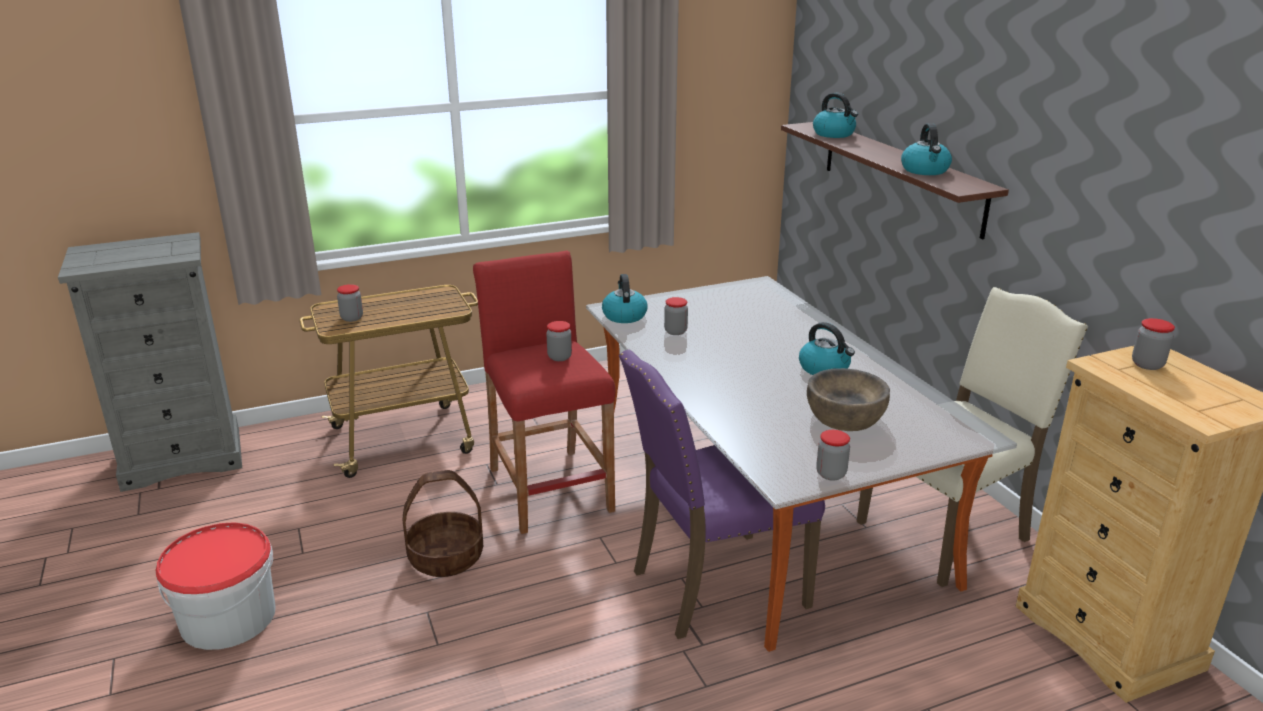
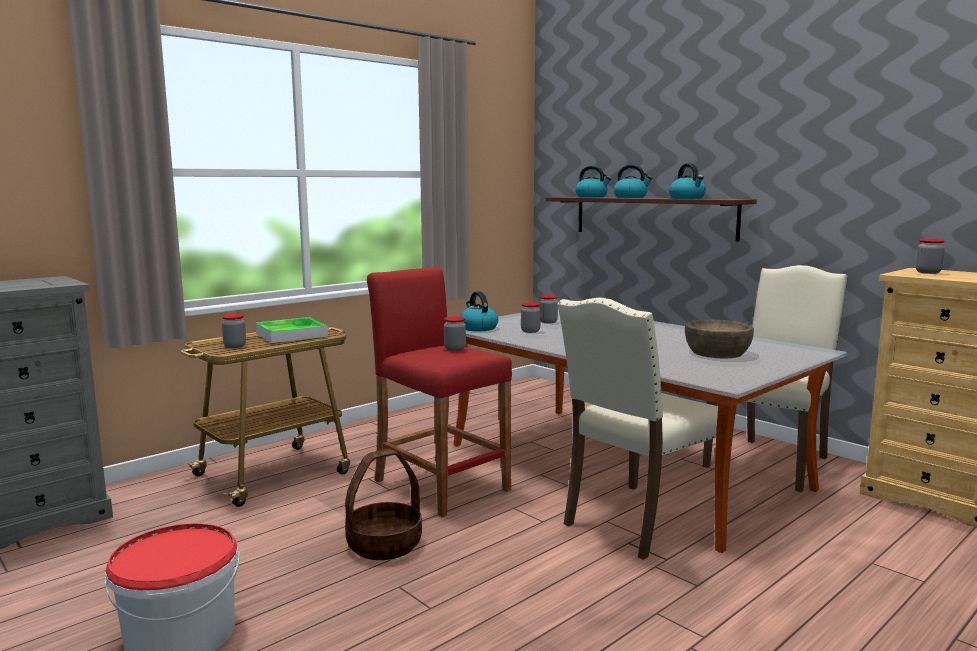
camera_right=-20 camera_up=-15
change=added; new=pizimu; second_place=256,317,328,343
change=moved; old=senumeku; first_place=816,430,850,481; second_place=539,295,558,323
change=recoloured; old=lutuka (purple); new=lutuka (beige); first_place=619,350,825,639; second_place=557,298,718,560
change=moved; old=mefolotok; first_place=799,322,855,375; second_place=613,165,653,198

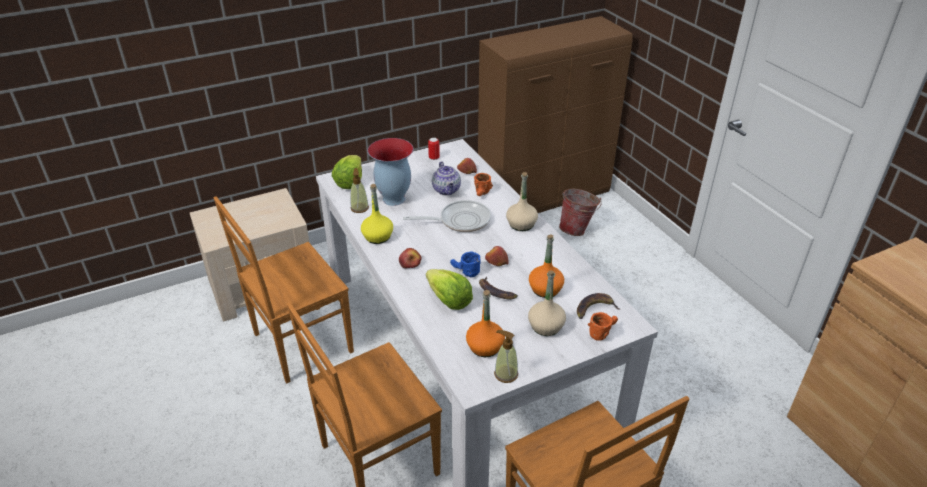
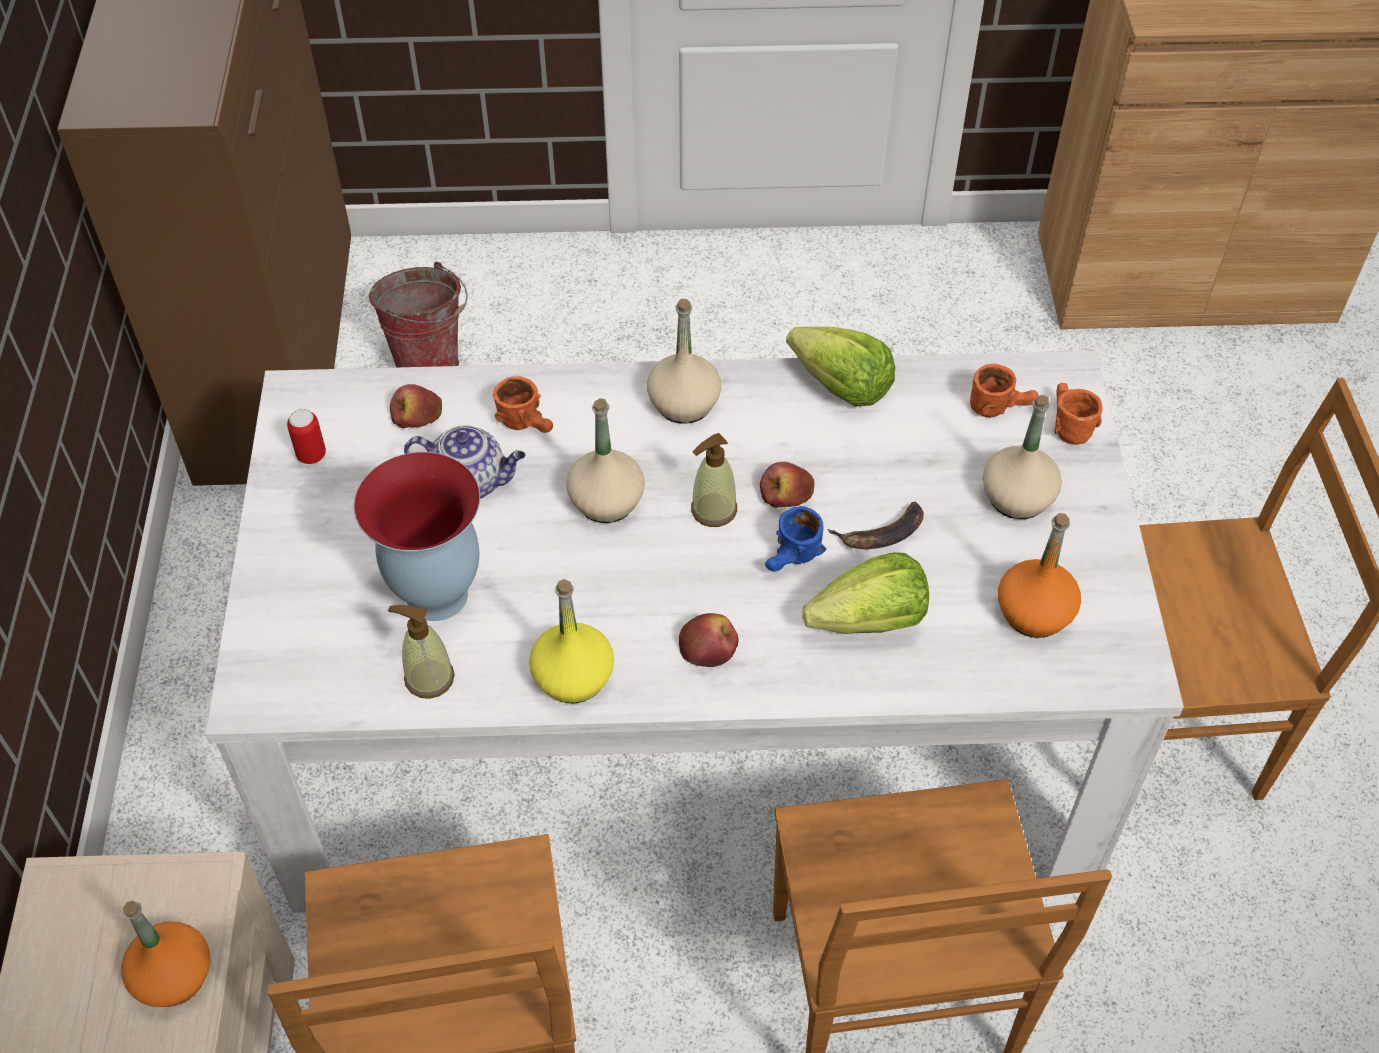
camera_right=-65 camera_up=15
change=moved; old=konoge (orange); first_place=529,234,564,298; second_place=121,900,210,1007
change=replaced; old=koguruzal; new=konoge (beige); first_place=403,200,491,232; second_place=566,398,645,523
change=moved; old=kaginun; first_place=494,330,518,383; second_place=691,433,737,527
change=moved; old=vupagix; first_place=332,155,362,189; second_place=786,327,895,407
change=replaced; old=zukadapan; new=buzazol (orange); first_place=577,293,619,319; second_place=970,364,1038,417

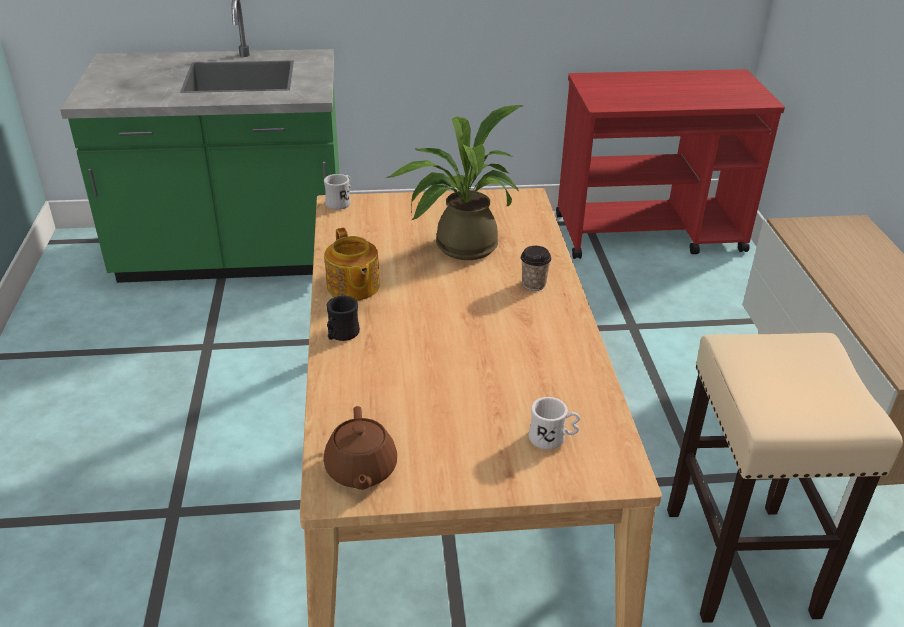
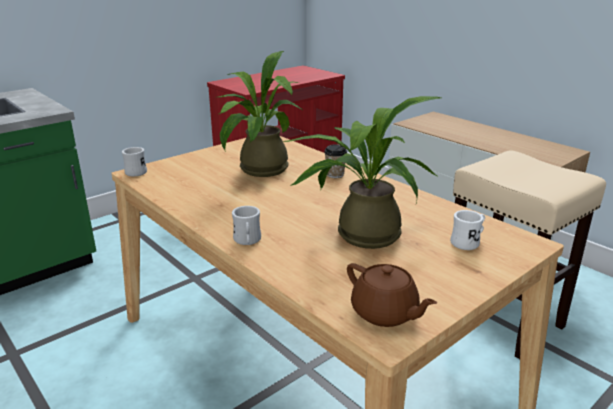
camera_right=-35 camera_up=-10
change=recoloured; old=buzazol (black); new=buzazol (white); first_place=326,296,360,341; second_place=232,206,261,245
change=added; new=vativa; second_place=283,96,441,249
change=removed; old=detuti; first_place=324,228,380,301

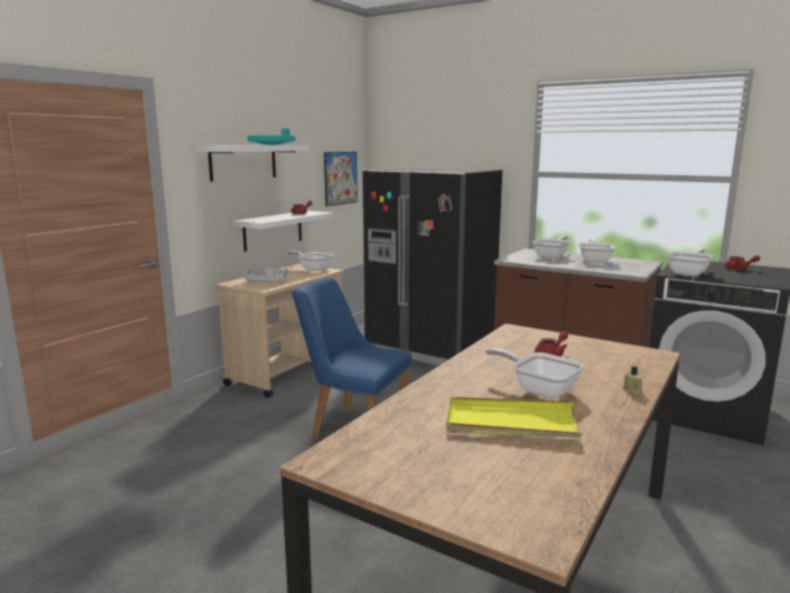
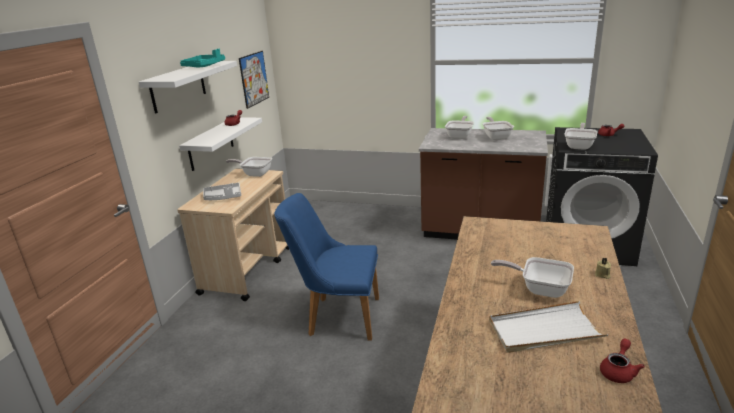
camera_right=-15 camera_up=10
change=recoloured; old=pizimu (yellow); new=pizimu (white); first_place=446,397,582,438; second_place=489,301,609,353
change=moved; old=detuti (red); first_place=535,331,568,356; second_place=600,338,645,383
change=removed; old=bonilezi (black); first_place=362,168,503,365

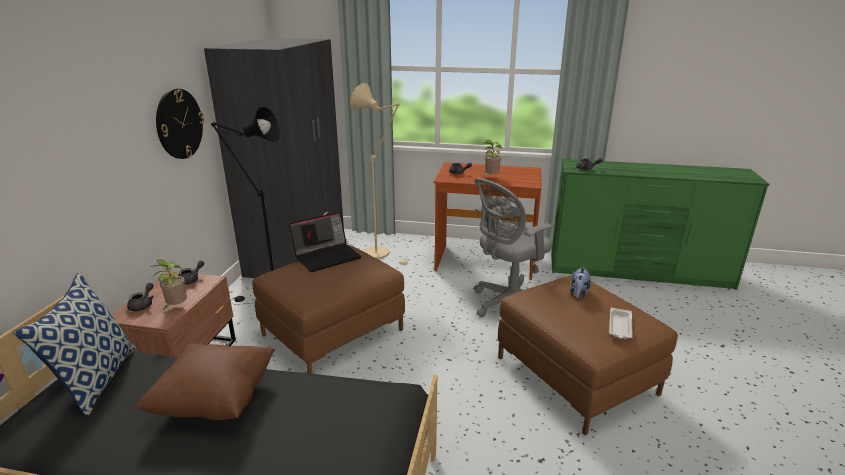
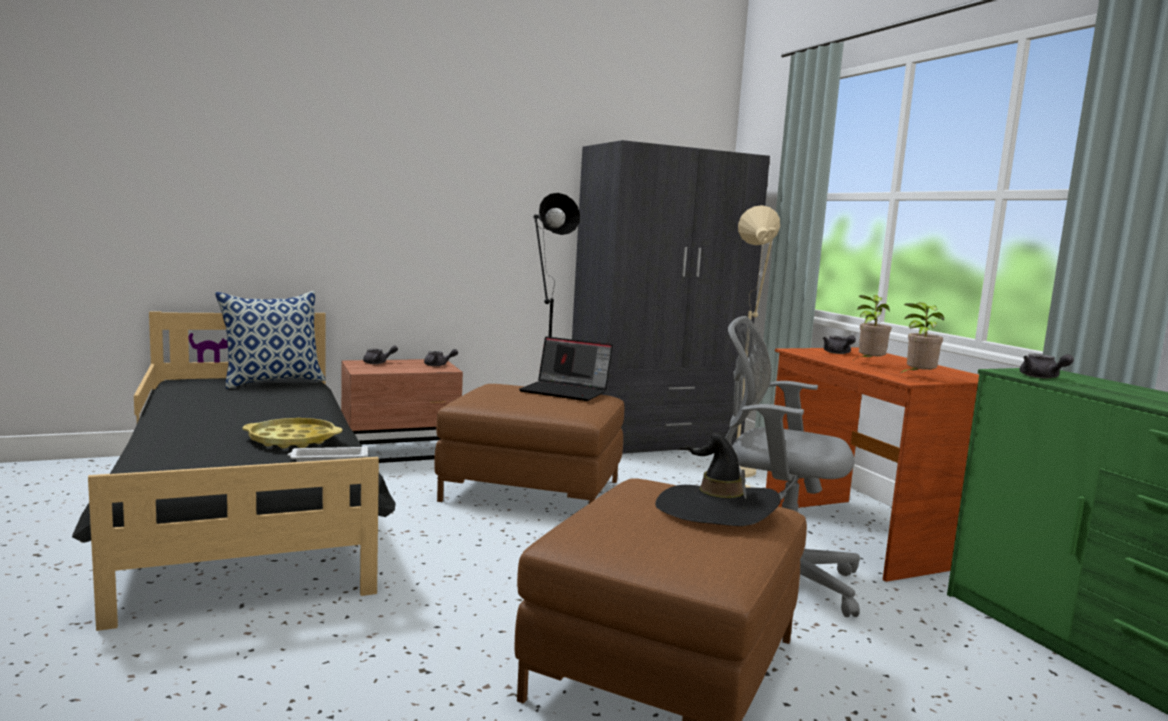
camera_right=55 camera_up=-15
change=added; new=pizimu (yellow); second_place=242,418,342,449
change=moved; old=pizimu (white); first_place=609,308,633,339; second_place=287,446,368,462
change=replaced; old=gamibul; new=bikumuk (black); first_place=571,267,591,298; second_place=655,433,781,526
change=moved; old=vativa; first_place=150,259,187,311; second_place=898,302,944,375
change=removed; old=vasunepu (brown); first_place=135,344,275,420
change=removed; old=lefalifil; first_place=156,89,204,159

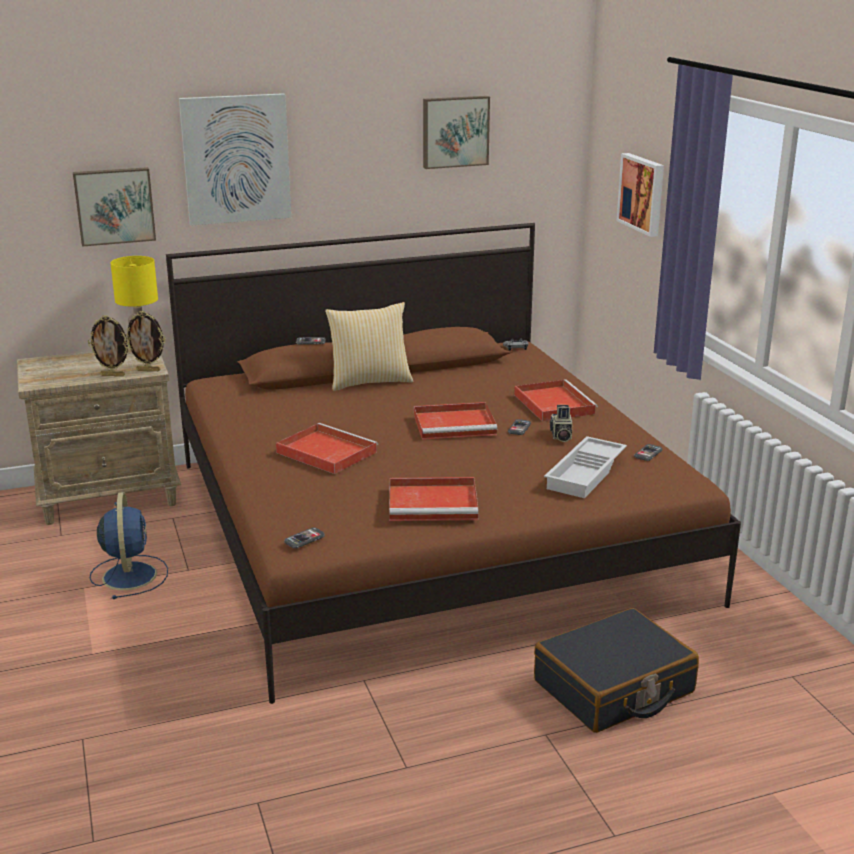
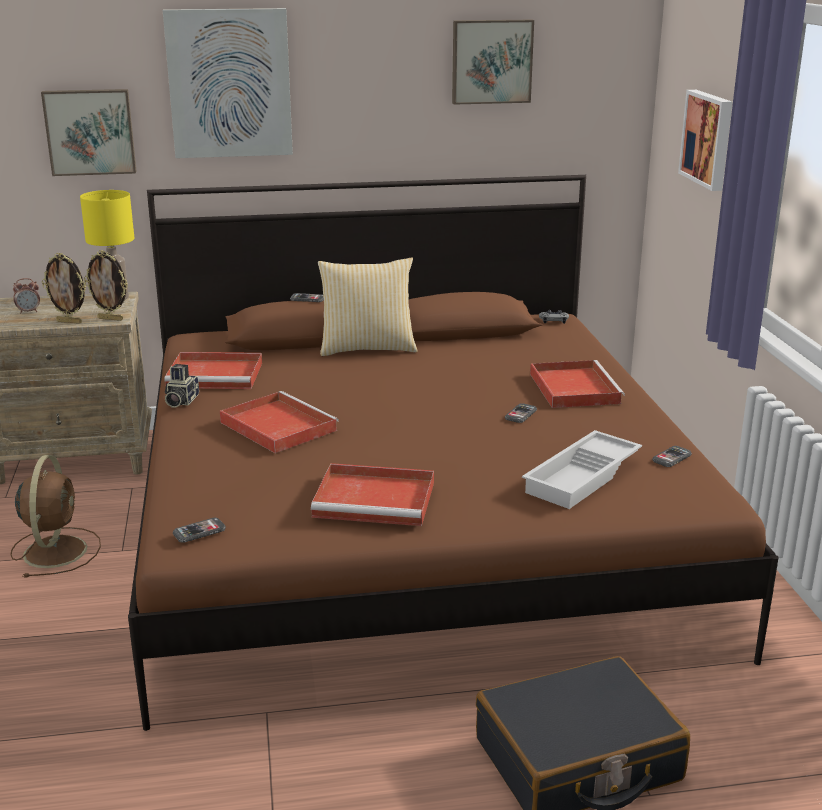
camera_right=10 camera_up=0
change=recoloured; old=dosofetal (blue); new=dosofetal (brown); first_place=90,492,168,599; second_place=10,455,101,578
change=added; new=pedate; second_place=12,278,40,314
change=moved; old=pizimu (red); first_place=414,402,497,440; second_place=164,352,262,389
change=moved; old=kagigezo; first_place=550,405,573,442; second_place=165,364,199,408

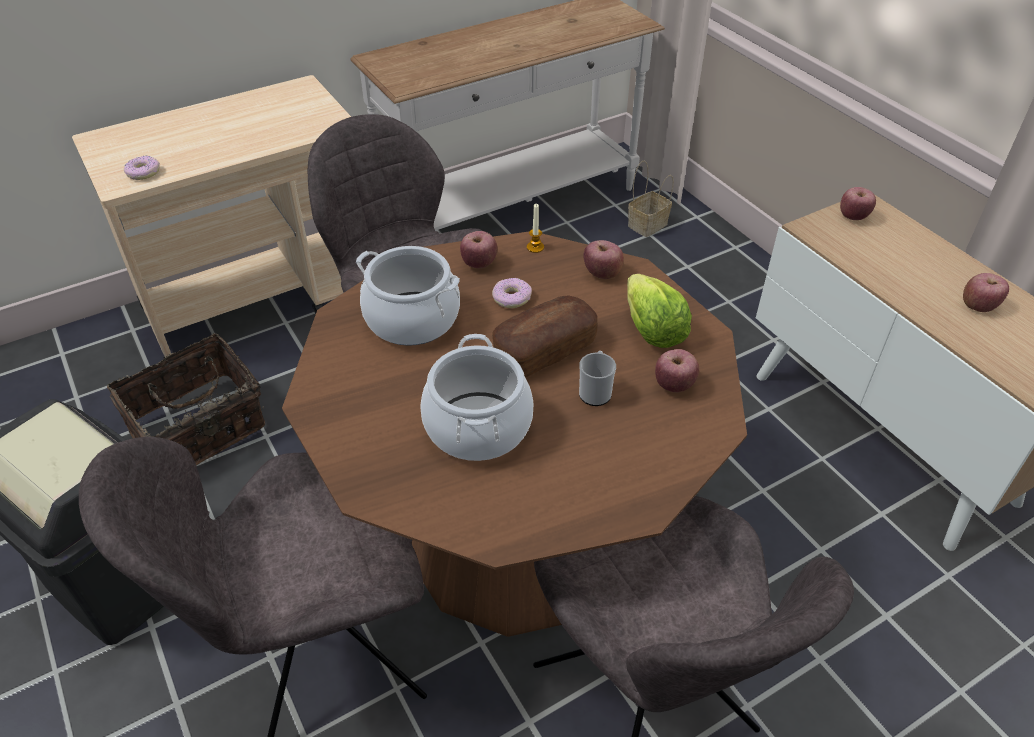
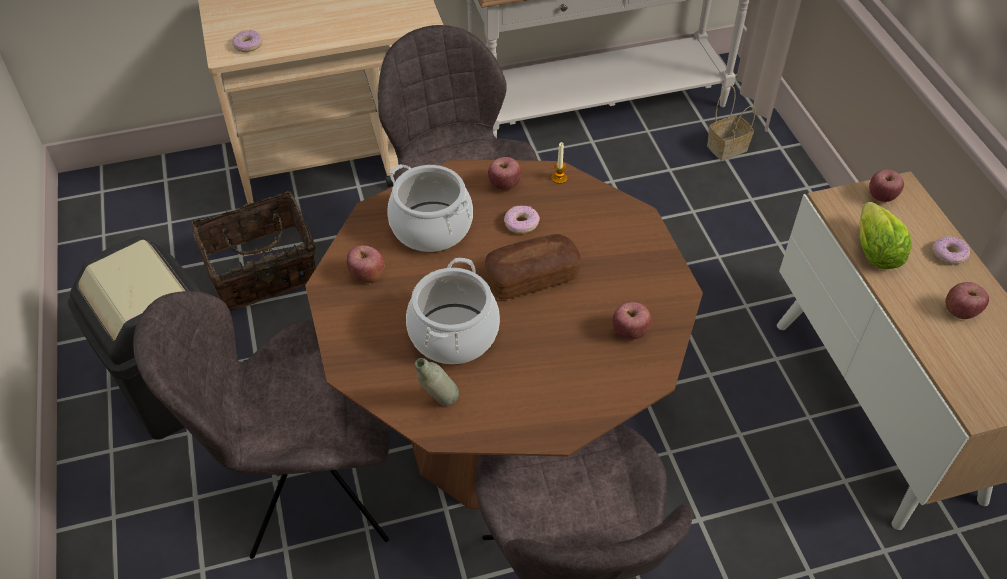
camera_right=15 camera_up=5
change=moved; old=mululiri; first_place=584,240,624,279; second_place=347,245,385,283
change=added; new=konoge (grey); second_place=415,358,459,406
change=moved; old=vupagix; first_place=627,274,692,348; second_place=860,202,912,269
change=added; new=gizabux; second_place=933,236,970,265
change=removed; old=buzazol; first_place=579,351,616,406

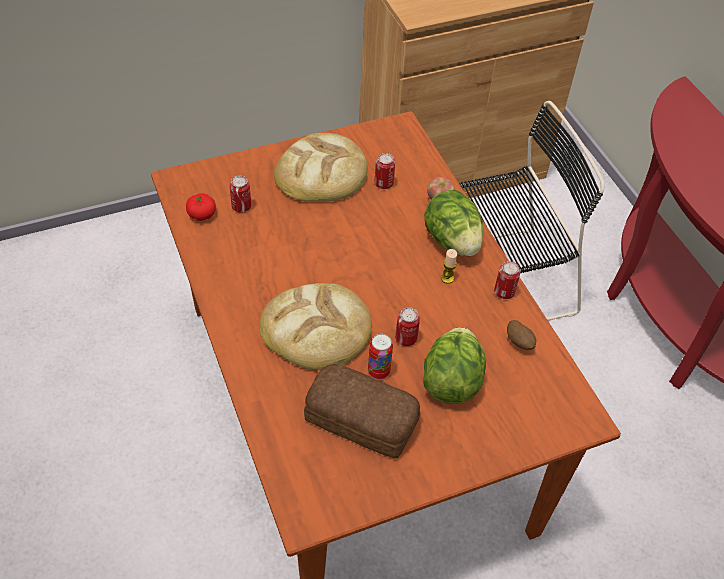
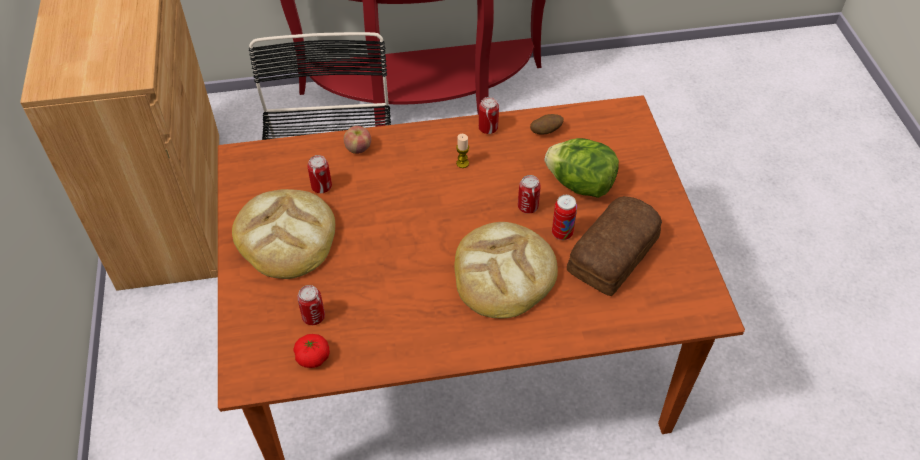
camera_right=-75 camera_up=0
change=removed; old=vupagix; first_place=424,190,483,256

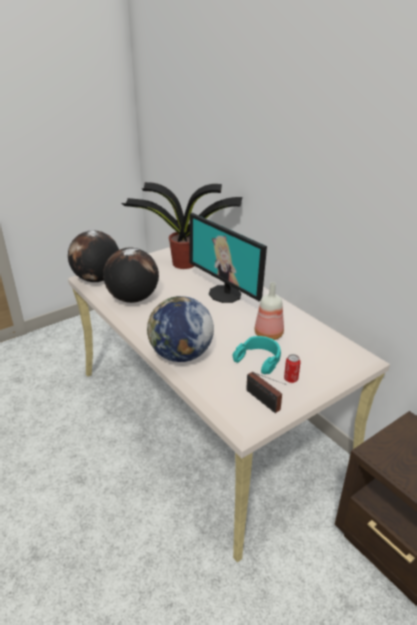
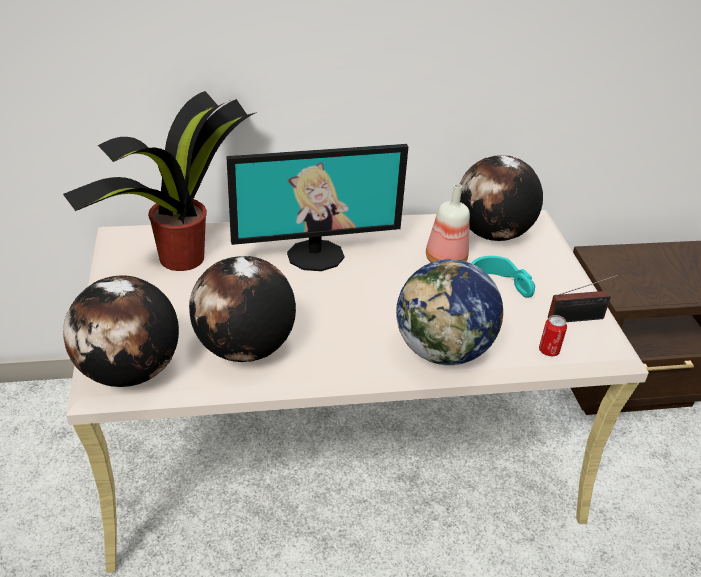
camera_right=-65 camera_up=5
change=added; new=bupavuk; second_place=460,155,543,241
change=moved; old=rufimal; first_place=284,354,301,383; second_place=539,315,567,356

